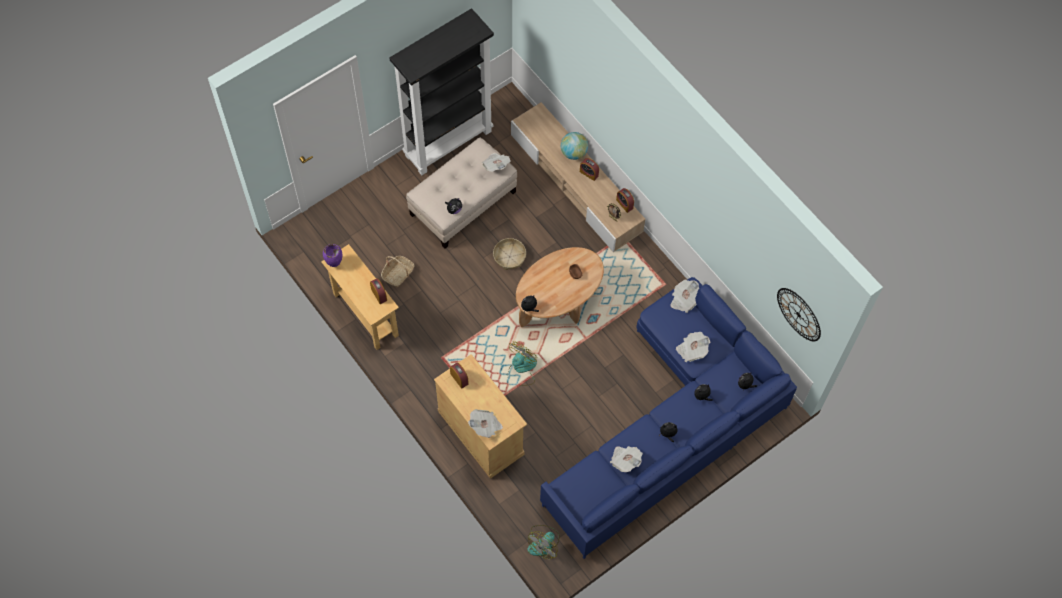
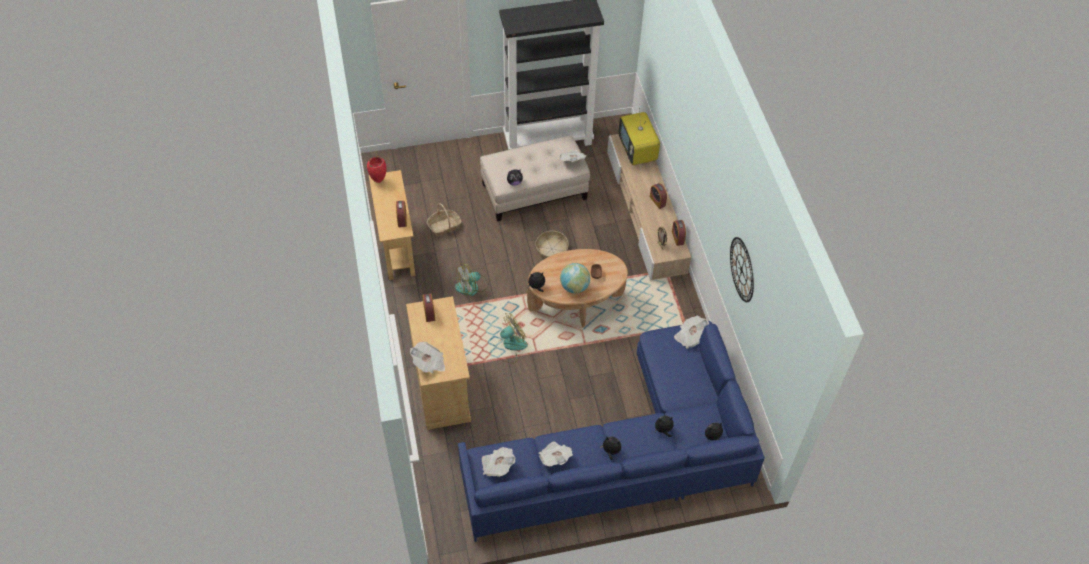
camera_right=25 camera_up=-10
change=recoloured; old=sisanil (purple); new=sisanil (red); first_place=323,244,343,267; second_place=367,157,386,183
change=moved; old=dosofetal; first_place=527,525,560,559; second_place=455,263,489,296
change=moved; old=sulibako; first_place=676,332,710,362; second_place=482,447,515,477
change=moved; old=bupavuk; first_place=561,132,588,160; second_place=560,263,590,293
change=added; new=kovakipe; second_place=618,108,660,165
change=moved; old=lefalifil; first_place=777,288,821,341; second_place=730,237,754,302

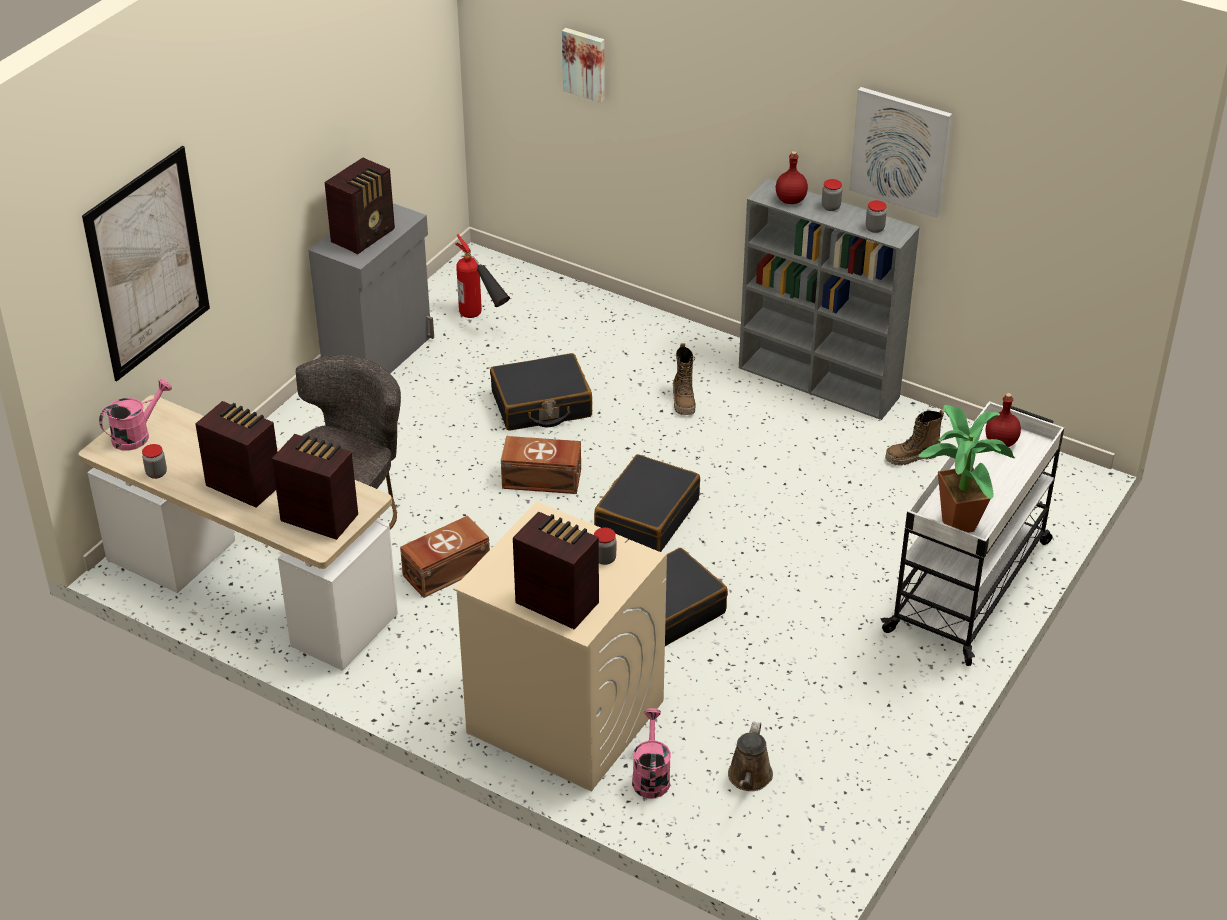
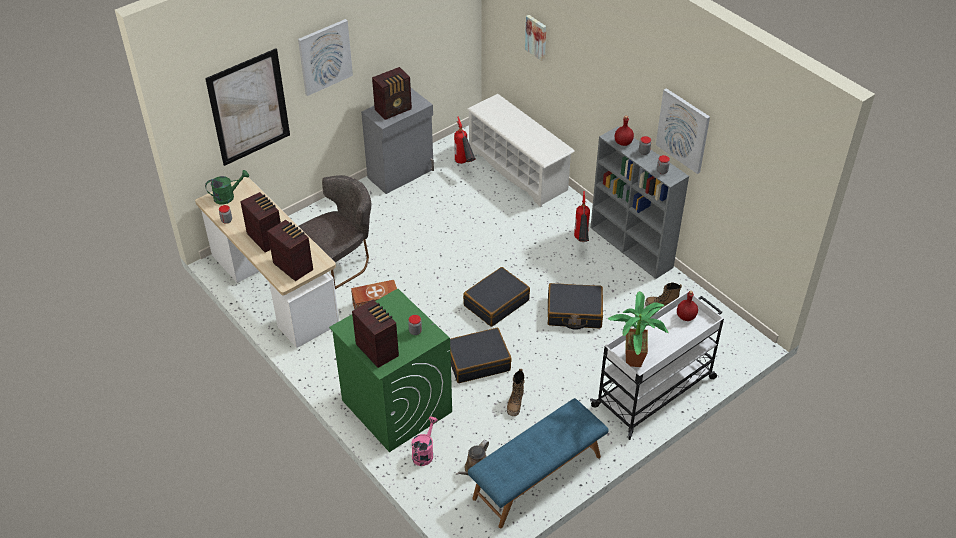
camera_right=20 camera_up=5
change=recoloured; old=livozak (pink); new=livozak (green); first_place=99,379,172,451; second_place=205,170,249,204
change=added; new=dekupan; second_place=298,19,353,96
change=recoloured; old=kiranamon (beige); new=kiranamon (green); first_place=453,502,667,792; second_place=329,289,452,452
change=added; new=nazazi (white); second_place=467,94,575,207
change=added; new=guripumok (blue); second_place=468,398,609,528
change=moved; old=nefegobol; first_place=673,343,696,415; second_place=507,369,525,416
change=moved; old=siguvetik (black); first_place=490,353,592,431; second_place=548,283,603,330
change=added; new=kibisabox; second_place=574,191,590,242
change=removed; old=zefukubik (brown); first_place=501,436,581,494

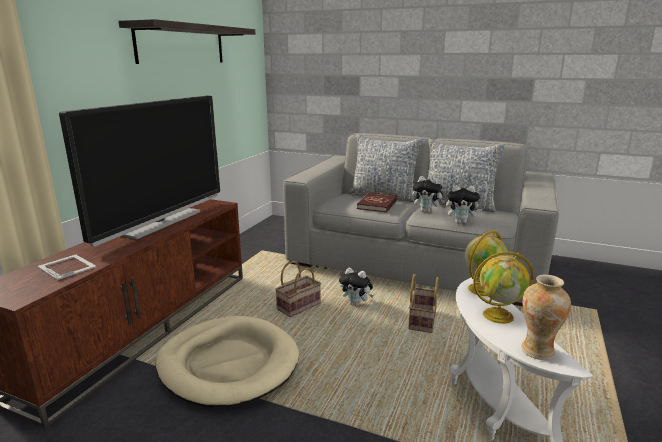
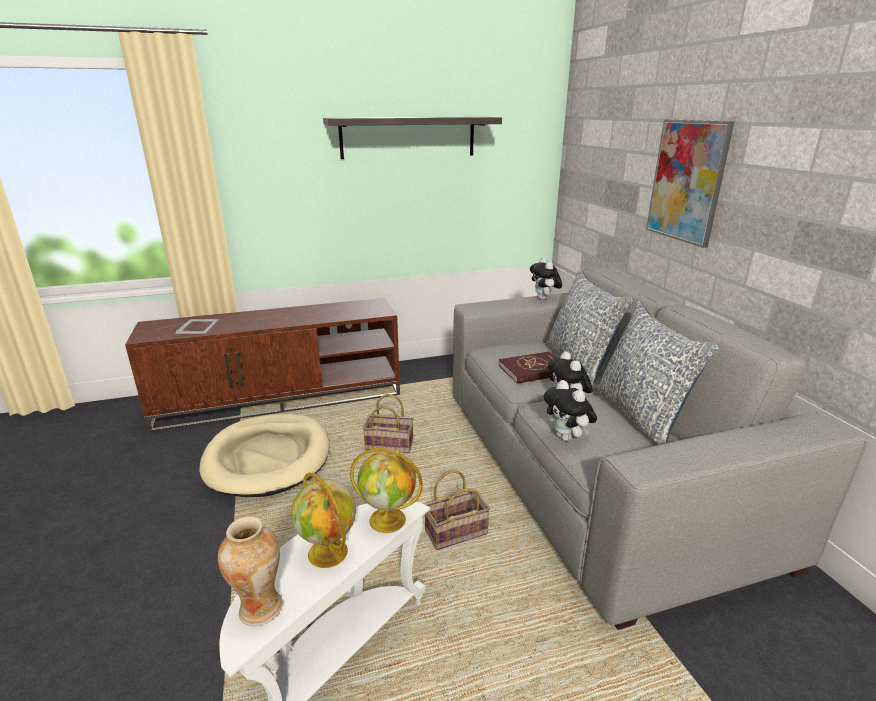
camera_right=50 camera_up=5
change=moved; old=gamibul; first_place=339,268,373,306; second_place=530,257,562,300
change=added; new=dekupan; second_place=646,119,734,248
change=removed; old=kovakipe; first_place=59,96,220,246

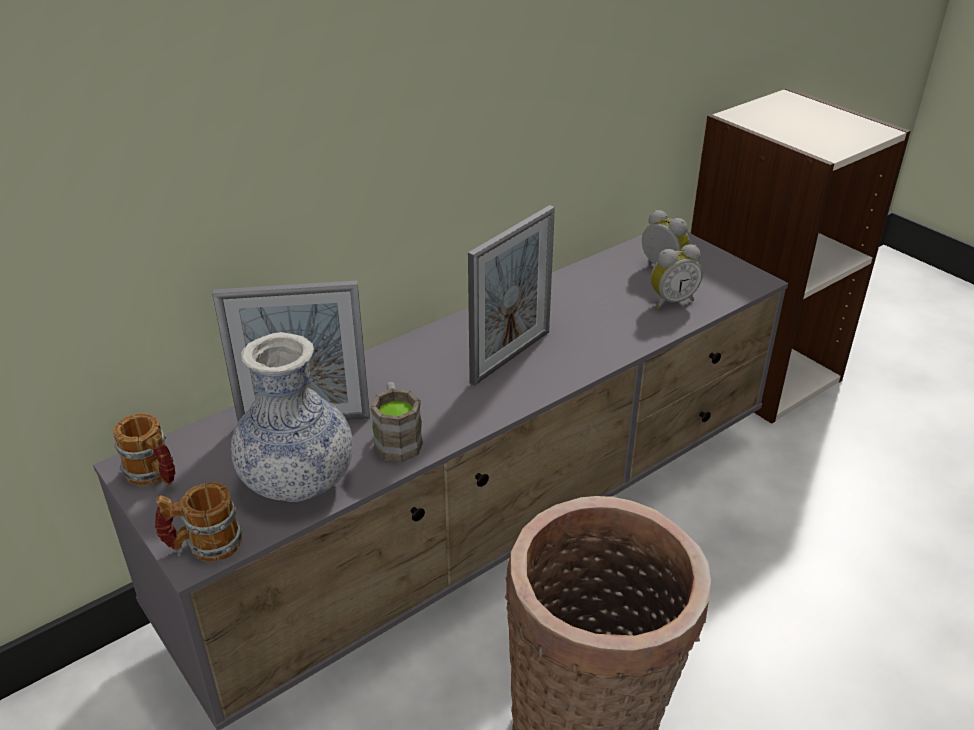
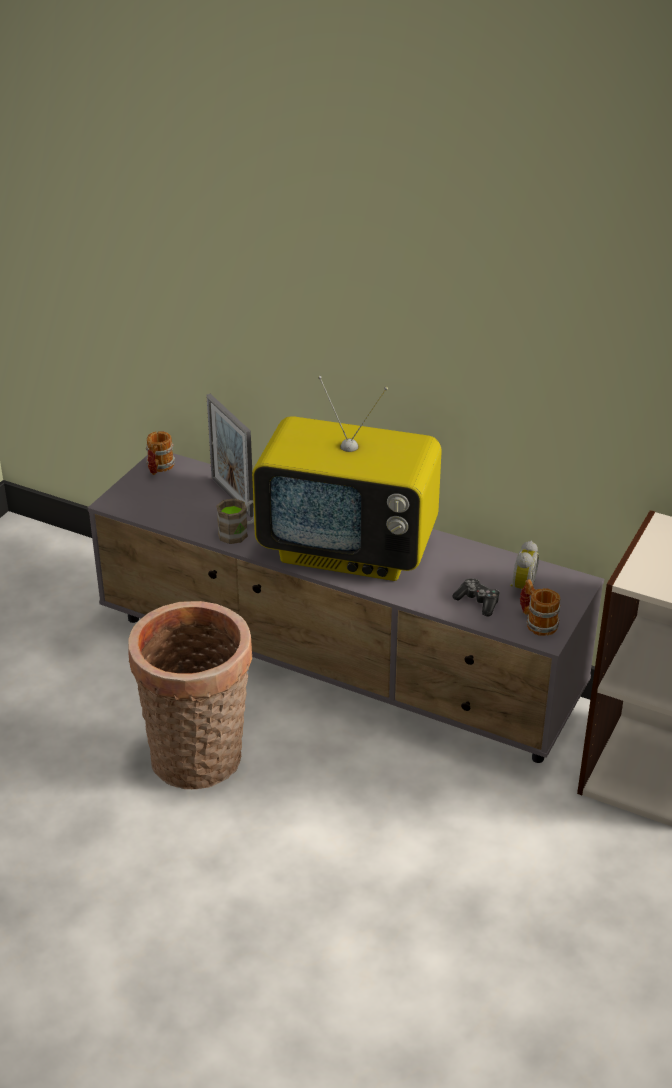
camera_right=65 camera_up=0
change=replaced; old=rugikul; new=kovakipe; first_place=468,205,555,386; second_place=252,376,442,581
change=replaced; old=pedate; new=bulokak; first_place=651,244,703,309; second_place=453,578,500,616
change=moved; old=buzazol; first_place=155,482,243,562; second_place=520,579,560,636
change=removed; old=sisanil; first_place=231,332,353,502

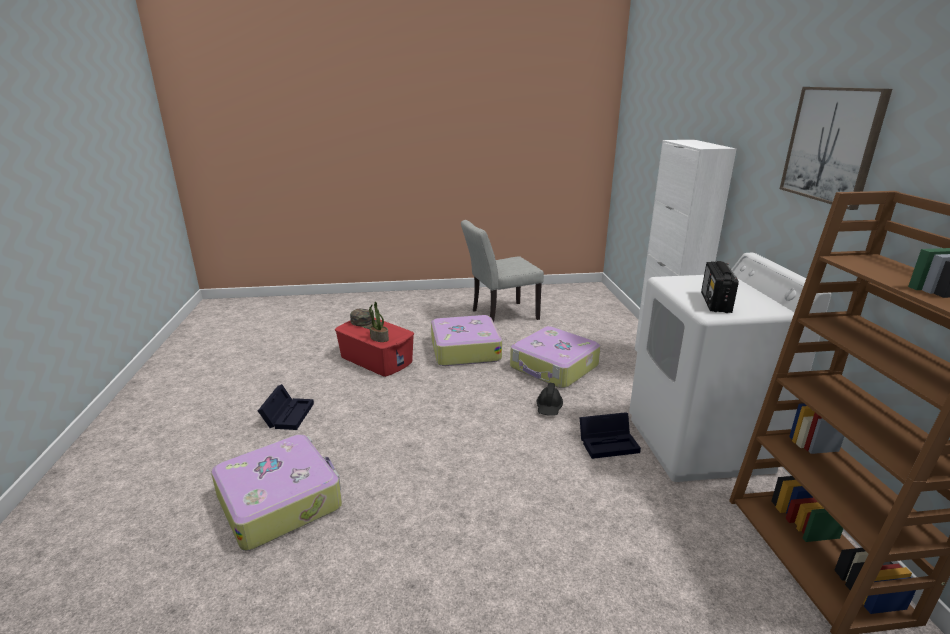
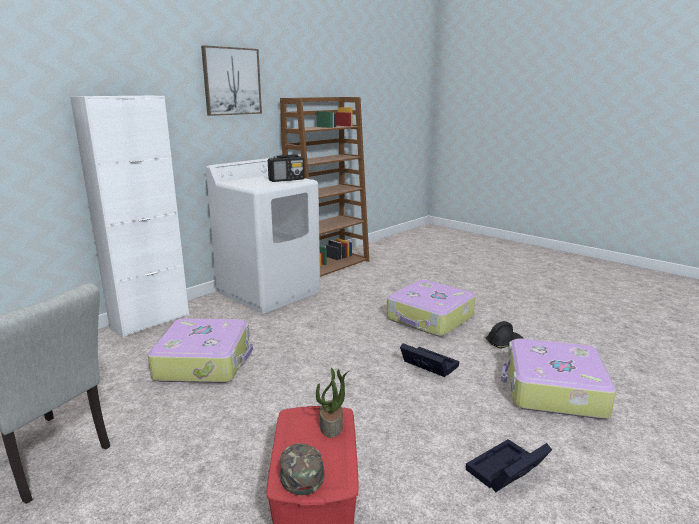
camera_right=-130 camera_up=-5
change=moved; old=siguvetik; first_place=431,315,502,366; second_place=387,280,475,337
change=moved; old=zefukubik (black); first_place=580,412,641,459; second_place=400,343,459,377
change=moved; old=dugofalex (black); first_place=537,383,563,416; second_place=485,321,523,349

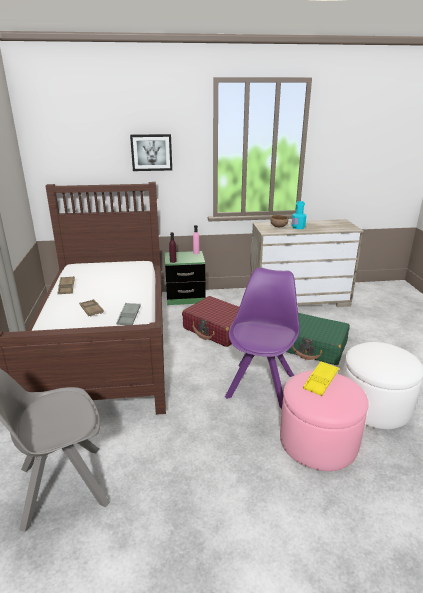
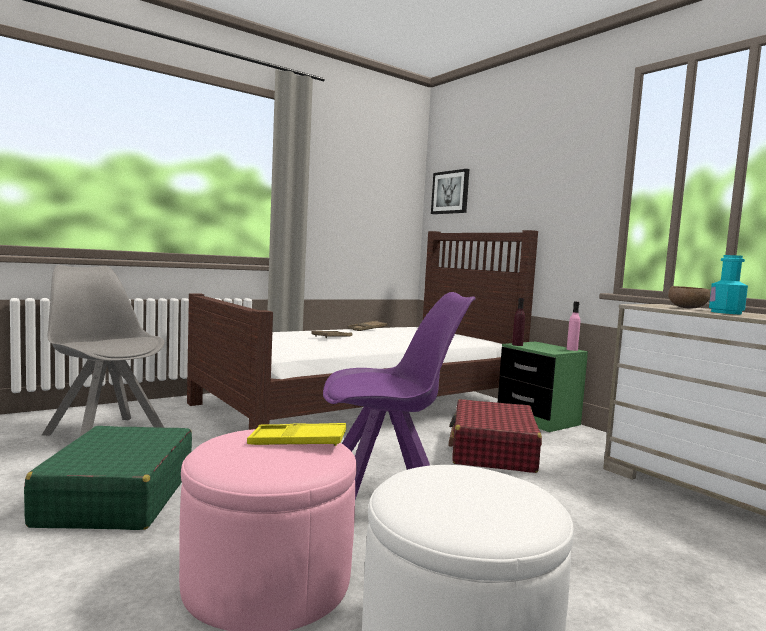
camera_right=60 camera_up=-20
change=moved; old=siguvetik (green); first_place=286,313,350,365; second_place=24,426,192,530
change=moved; old=dekupan; first_place=130,134,172,171; second_place=431,169,469,214
change=removed; old=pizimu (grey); first_place=116,303,141,325

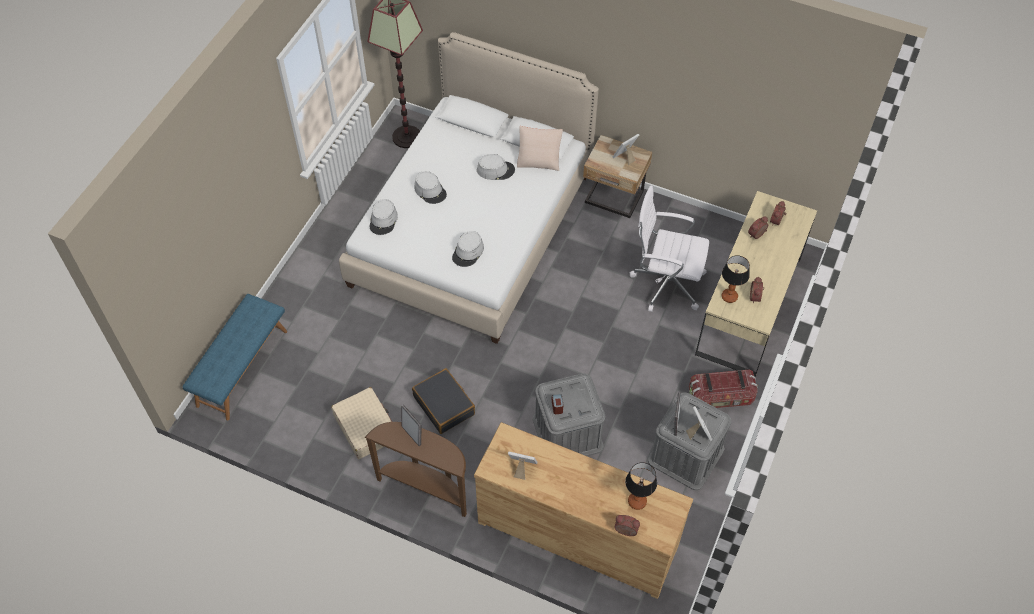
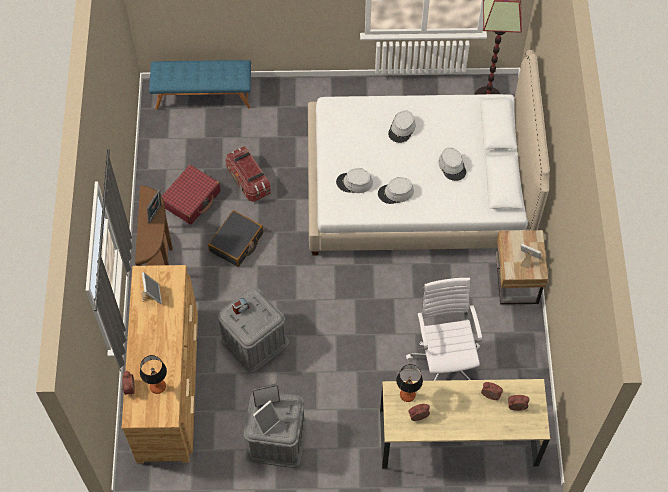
camera_right=65 camera_up=5
change=recoloured; old=siguvetik (beige); new=siguvetik (red); first_place=331,387,392,459; second_place=162,165,221,224
change=moved; old=zefukubik; first_place=689,370,758,408; second_place=225,146,271,202
change=moved; old=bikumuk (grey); first_place=370,199,398,235; second_place=378,177,414,204
change=removed; old=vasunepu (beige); first_place=517,126,563,171

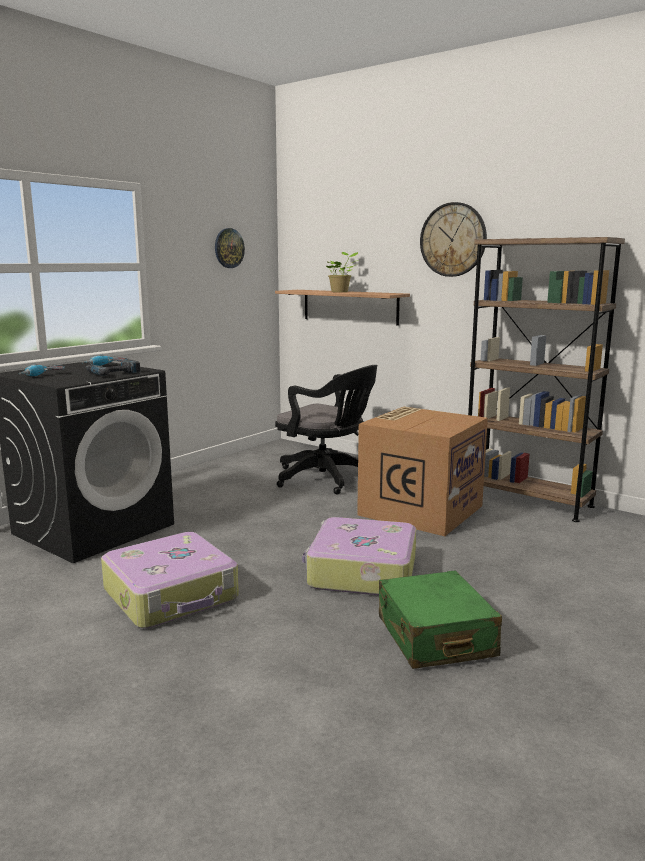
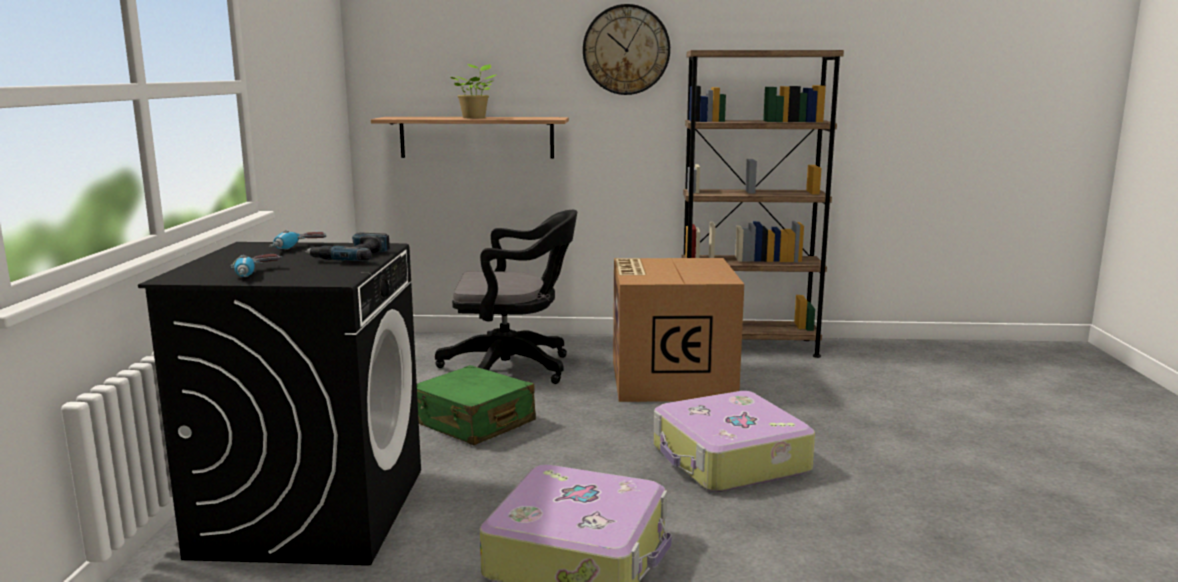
camera_right=-35 camera_up=0
change=moved; old=siguvetik (green); first_place=379,570,502,669; second_place=417,365,536,445
change=removed; old=lefalifil; first_place=215,228,245,268

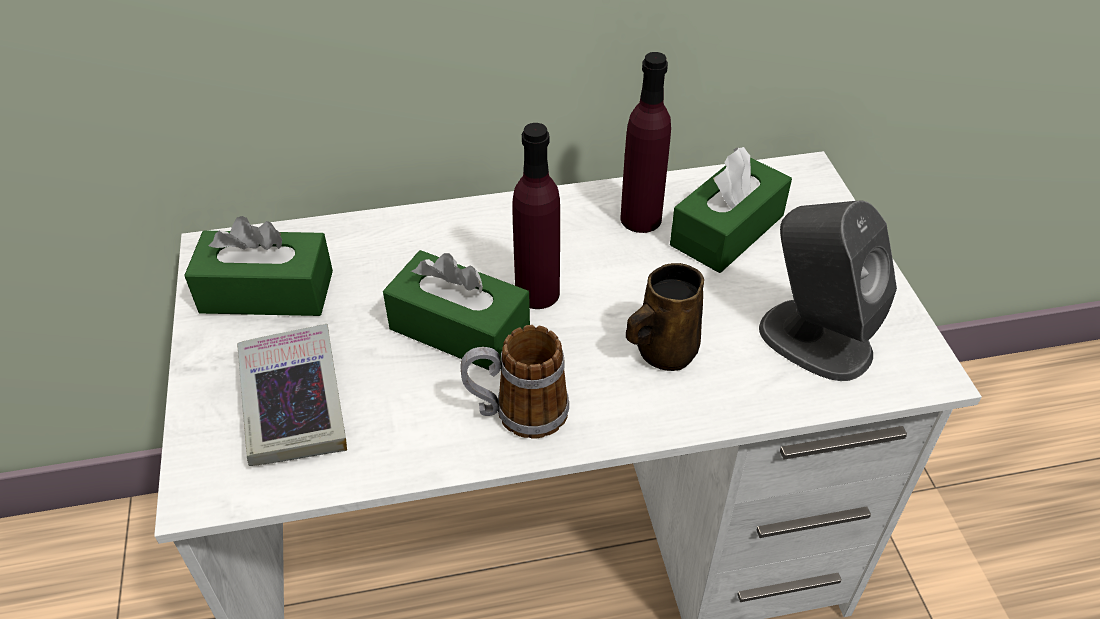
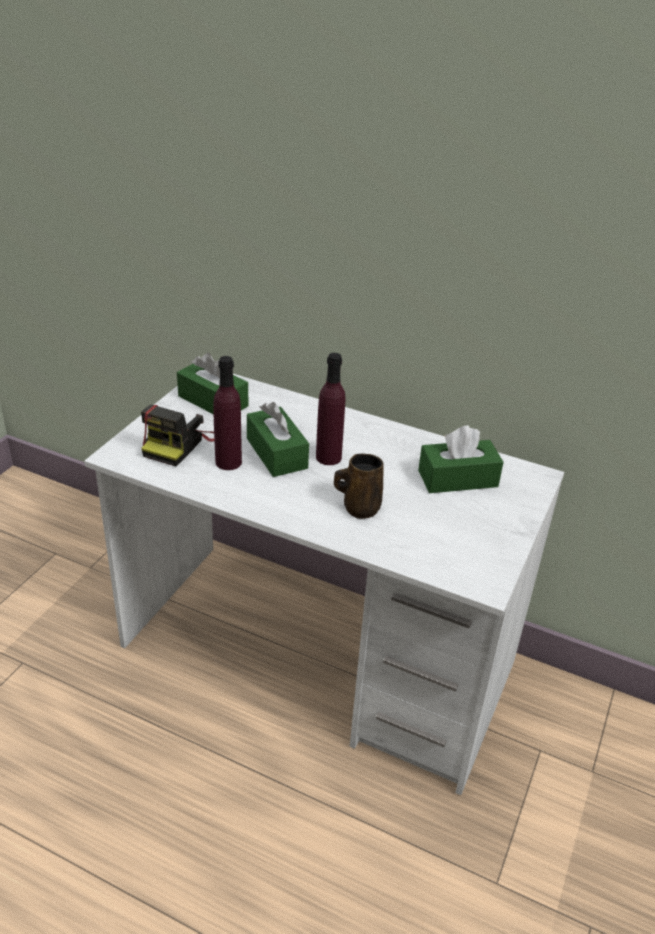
camera_right=35 camera_up=-10
change=replaced; old=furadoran; new=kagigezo; first_place=237,324,347,466; second_place=141,405,214,466
change=moved; old=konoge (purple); first_place=621,52,671,233; second_place=213,356,242,470
change=removed; old=buzazol; first_place=460,325,569,439
change=removed; old=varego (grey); first_place=759,201,897,381

